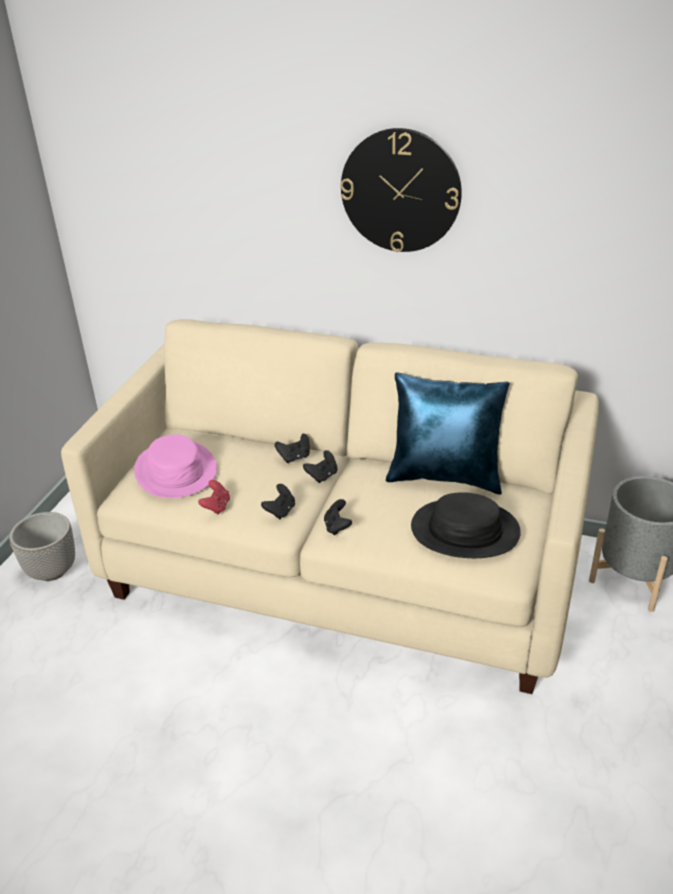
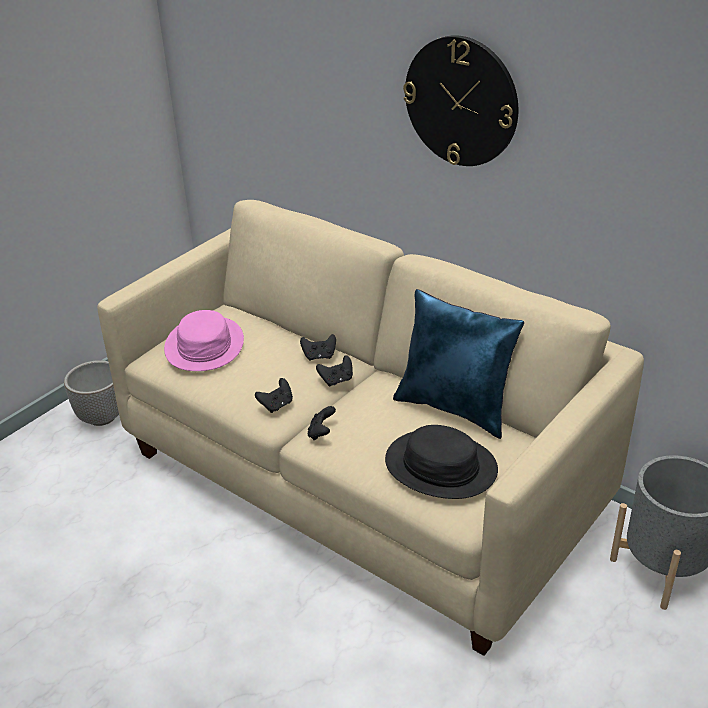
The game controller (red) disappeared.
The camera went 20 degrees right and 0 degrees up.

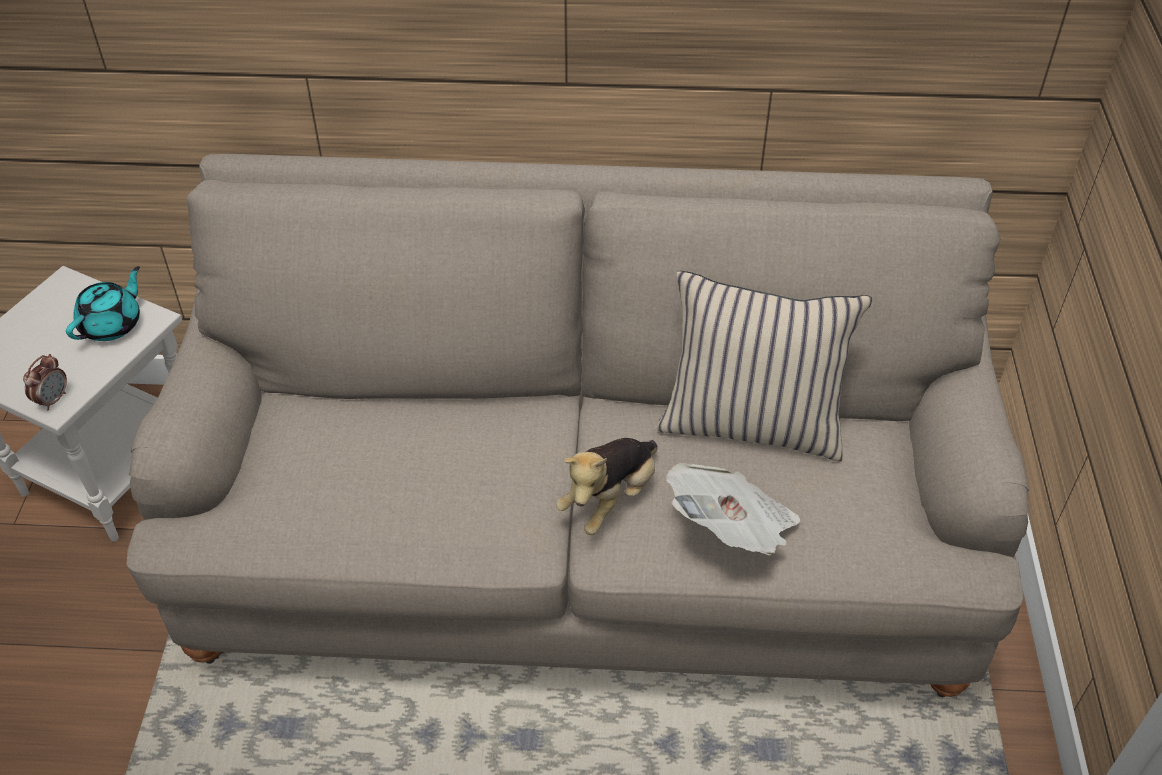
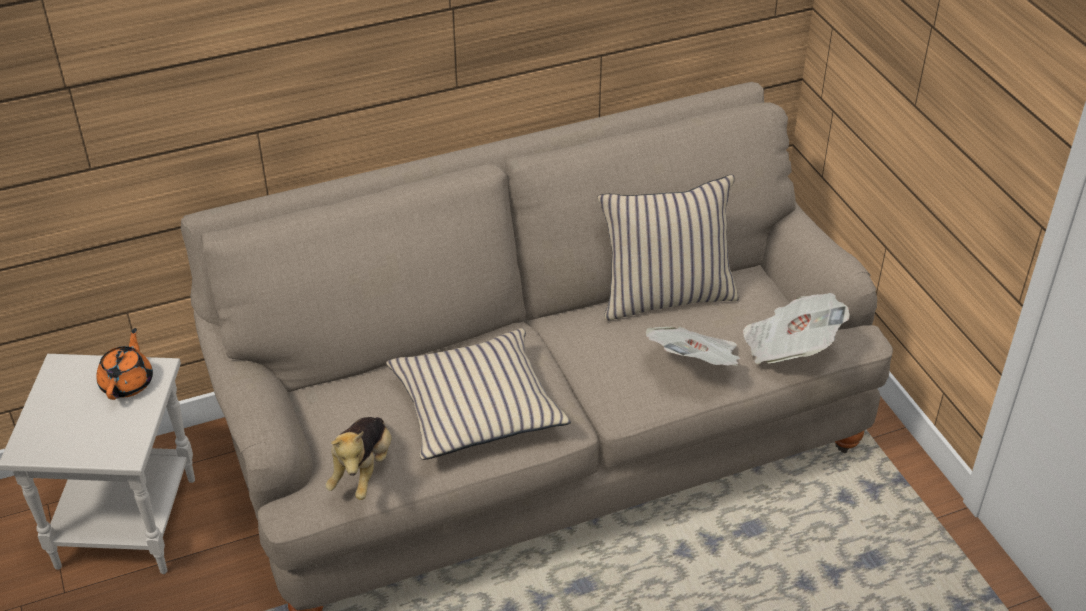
The teapot (turquoise) became the teapot (orange).
The plush toy moved.
The pillow (beige) (no. 1 from left) appeared.
The newspaper (no. 2 from left) appeared.
The alarm clock disappeared.
The camera went 25 degrees left and 5 degrees down.

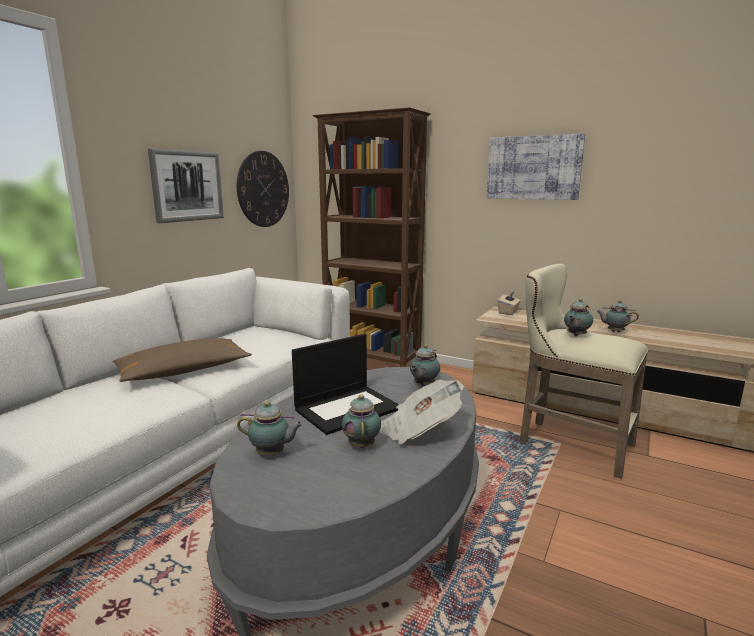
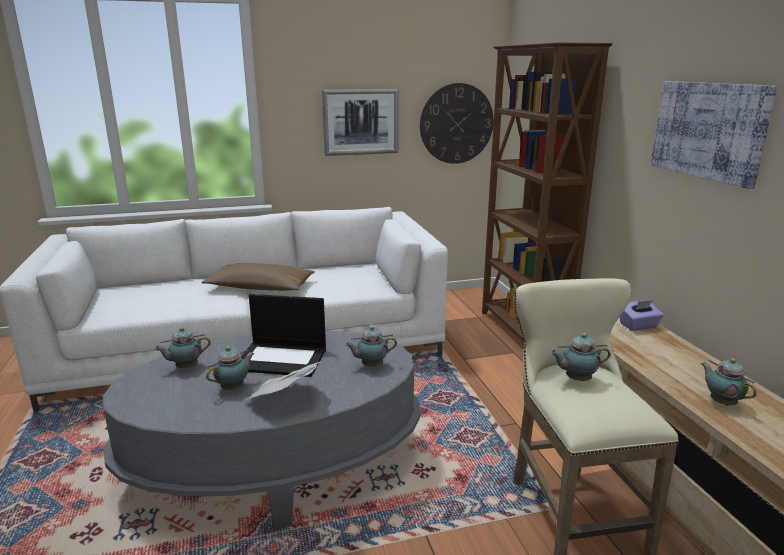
The teapot (no. 1 from left) turned 105 degrees clockwise.
The tissue box (beige) became the tissue box (purple).
The camera went 45 degrees right and 5 degrees up.

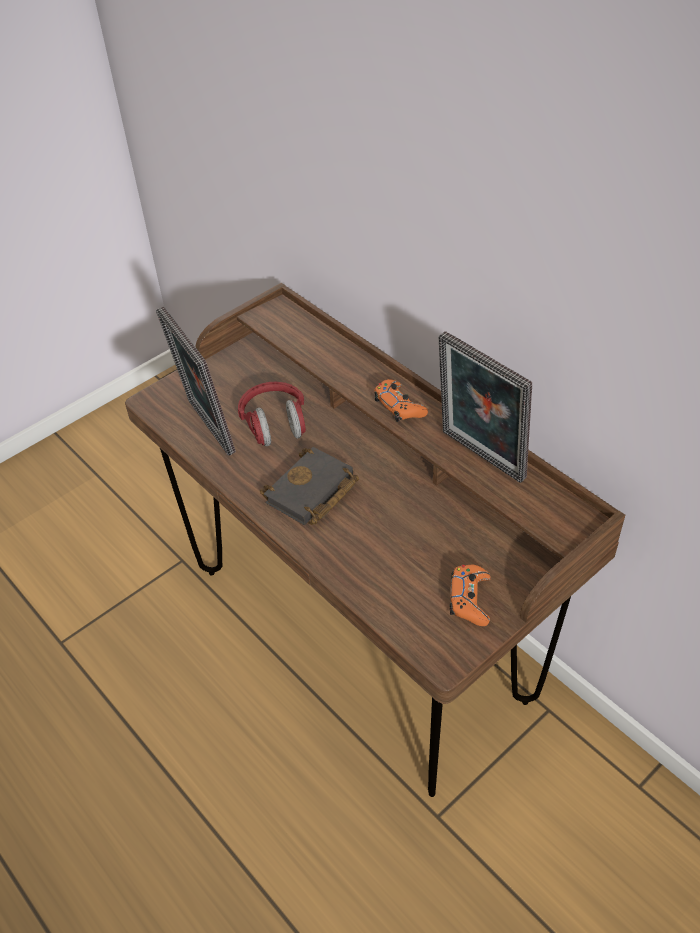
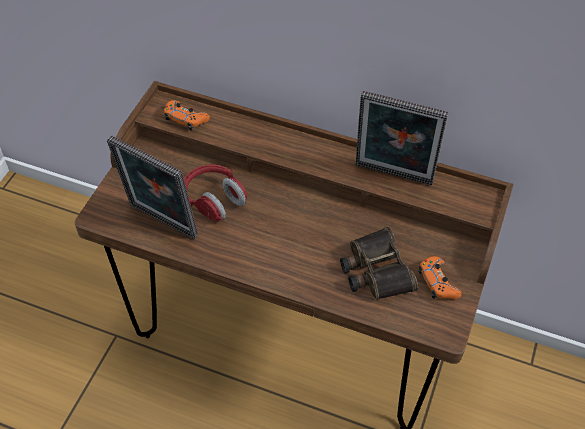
The game controller (orange) (no. 1 from left) moved.
The binoculars appeared.
The book (black) disappeared.
The camera went 30 degrees left and 5 degrees up.

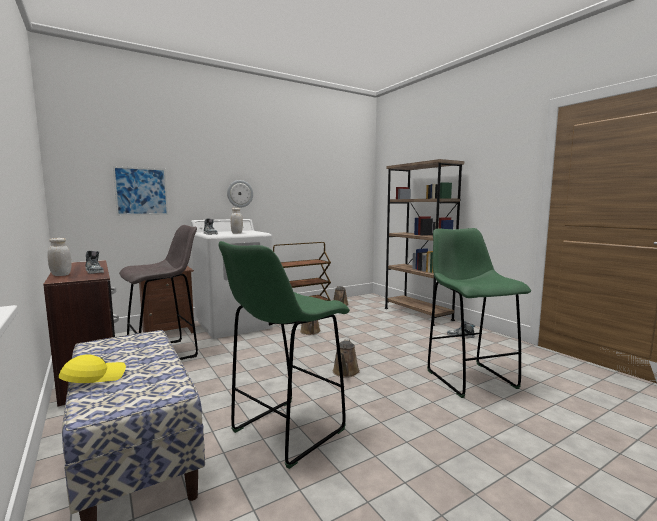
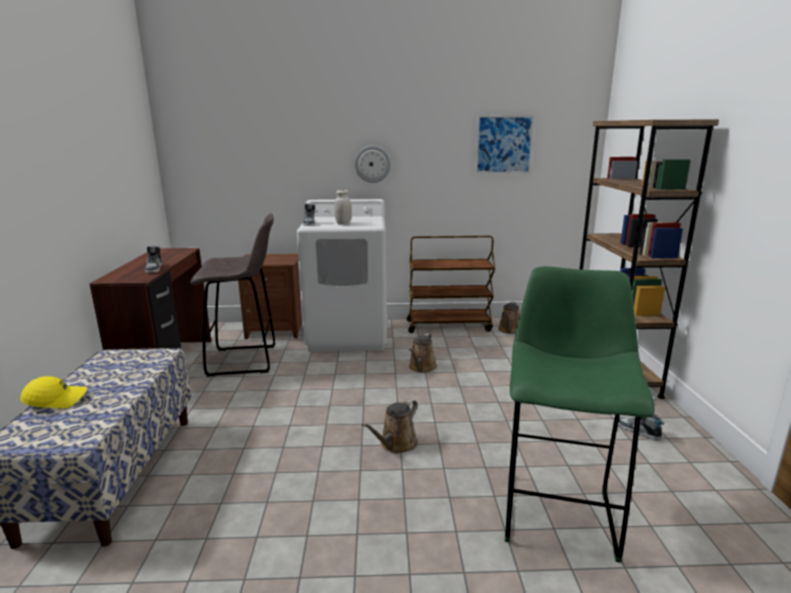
The picture moved.
The jar (white) (no. 1 from left) disappeared.
The stool (green) (no. 1 from left) disappeared.
The camera went 30 degrees right and 10 degrees up.

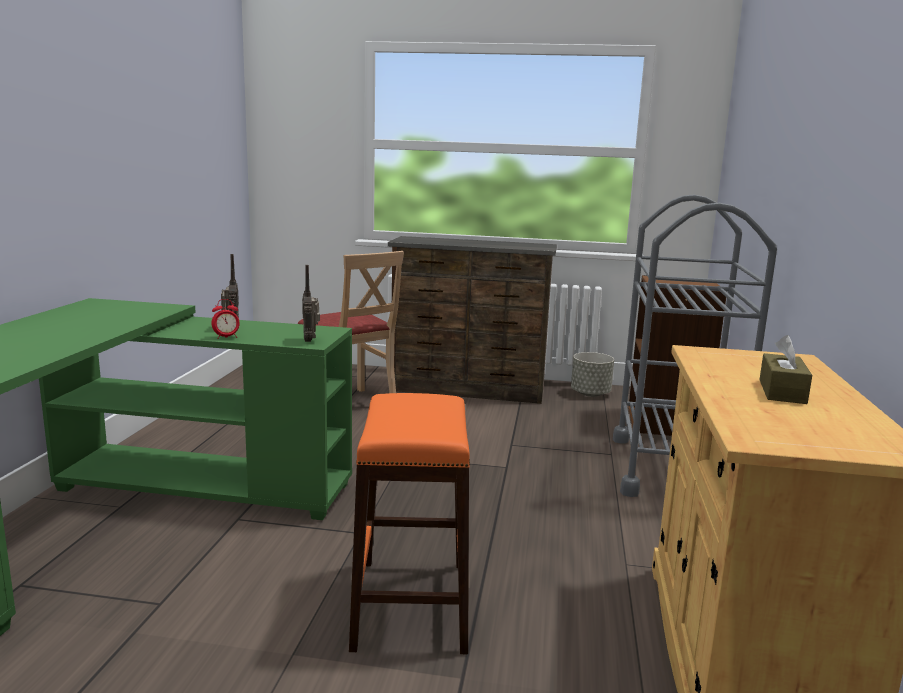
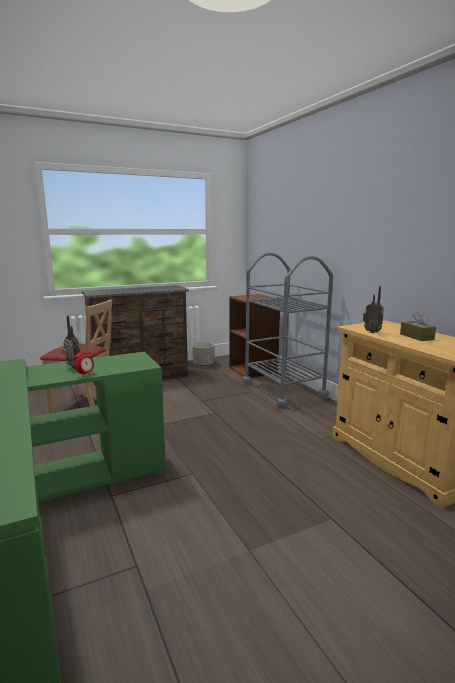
The radio (no. 2 from left) moved.
The stool (orange) disappeared.
The camera went 35 degrees left and 0 degrees up.

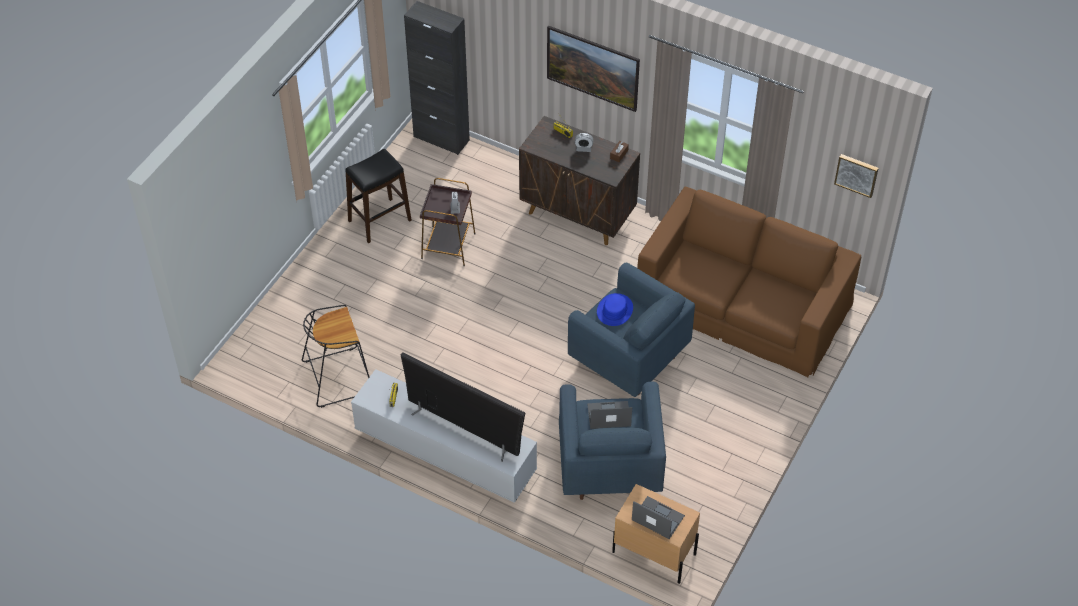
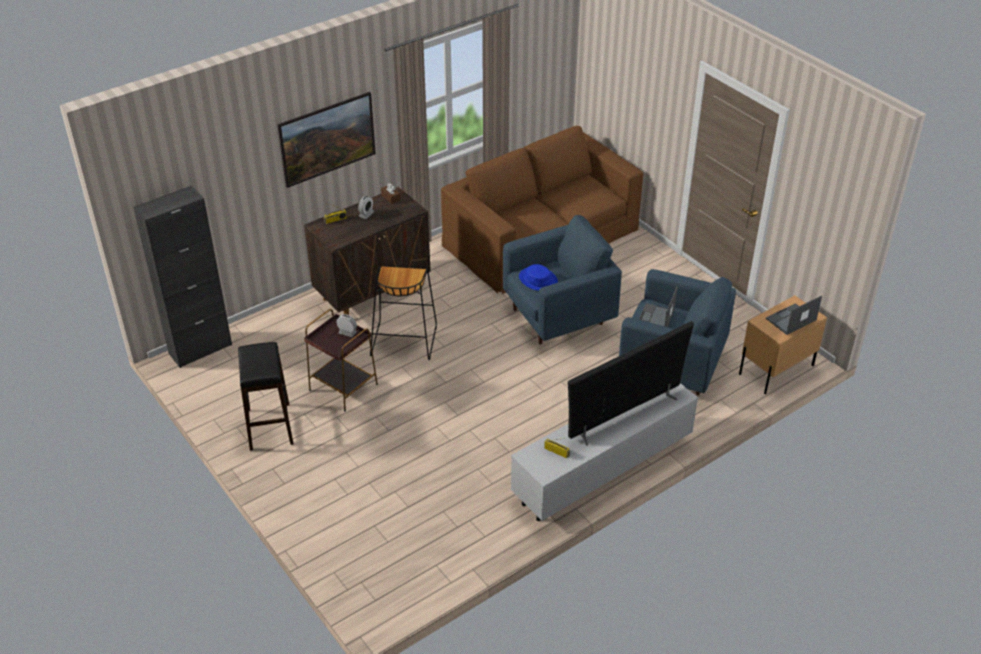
The stool (black) (no. 1 from left in the first image) moved.
The picture (no. 2 from left) disappeared.
The camera went 65 degrees left and 10 degrees down.

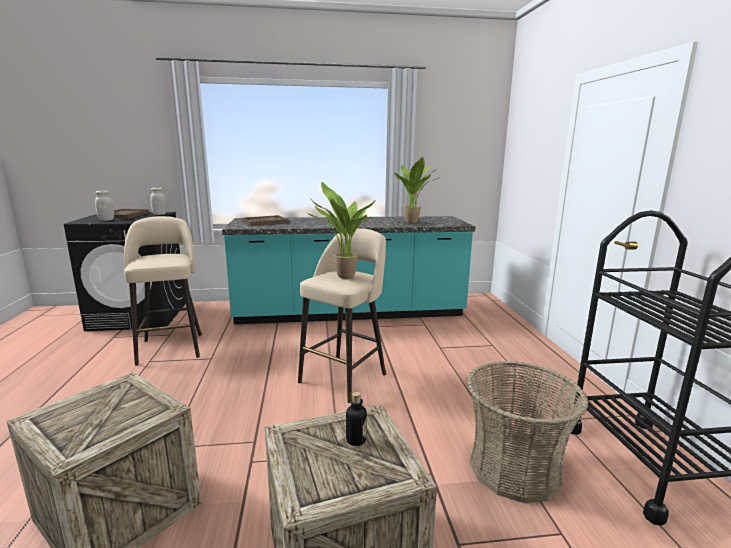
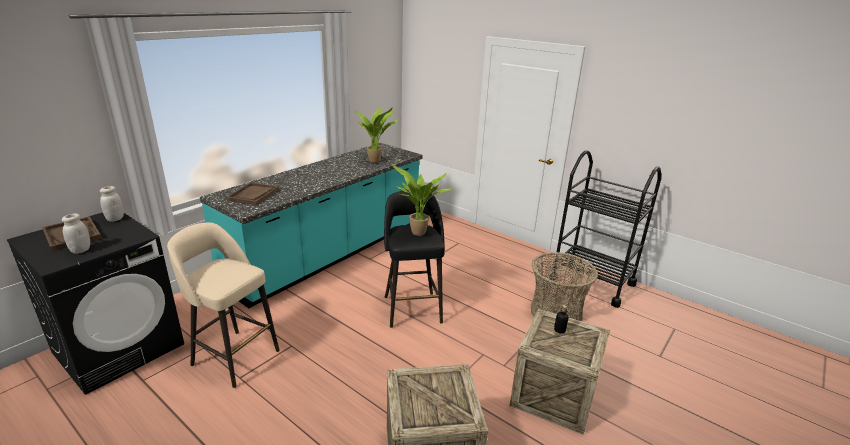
The stool (beige) (no. 2 from left) became the stool (black).
The camera went 45 degrees left and 10 degrees up.

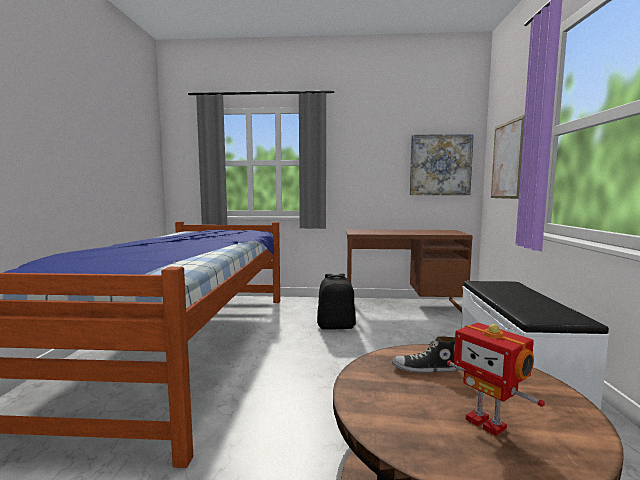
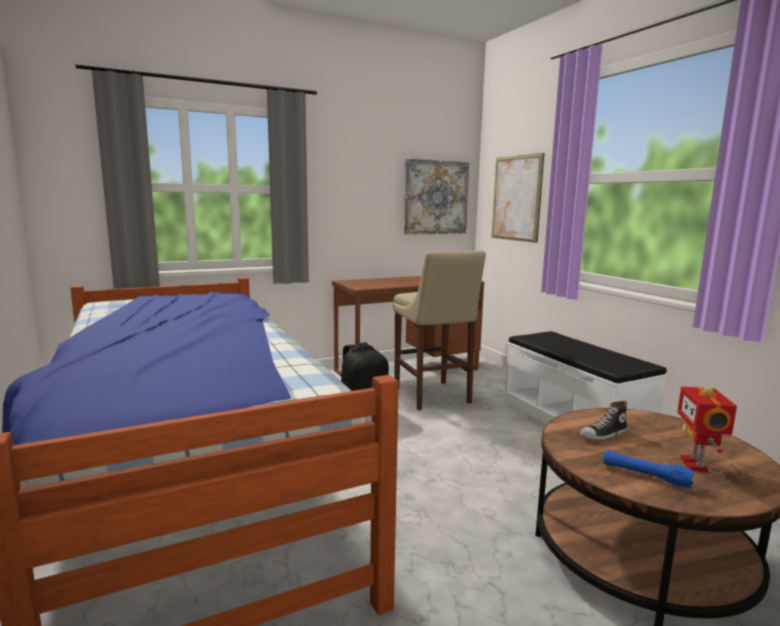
The stool (beige) appeared.
The flashlight (blue) appeared.
The toy robot turned 75 degrees clockwise.
The camera went 30 degrees left and 5 degrees up.

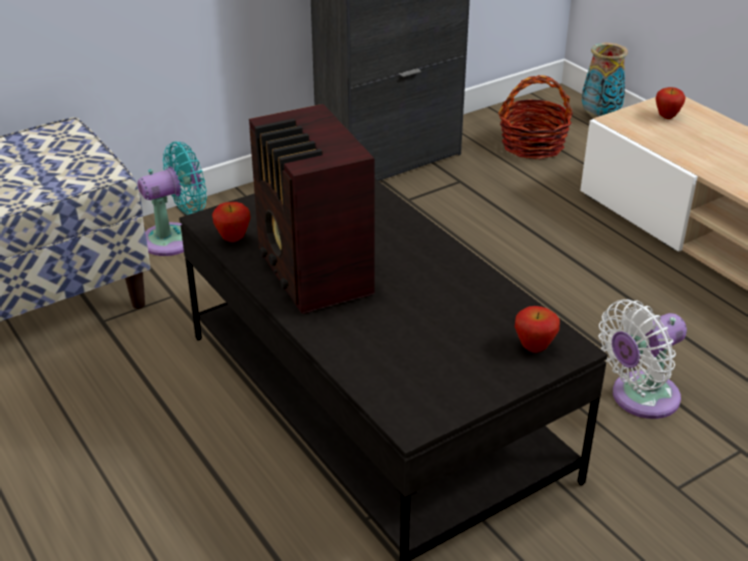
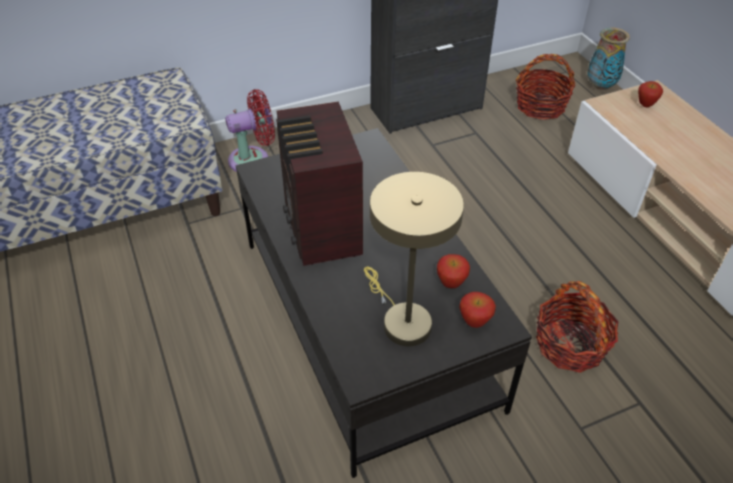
The fan (turquoise) became the fan (red).
The table lamp (beige) appeared.
The apple (no. 1 from left) moved.
The fan (white) was replaced by the basket (no. 2 from left).
The camera went 10 degrees right and 10 degrees up.

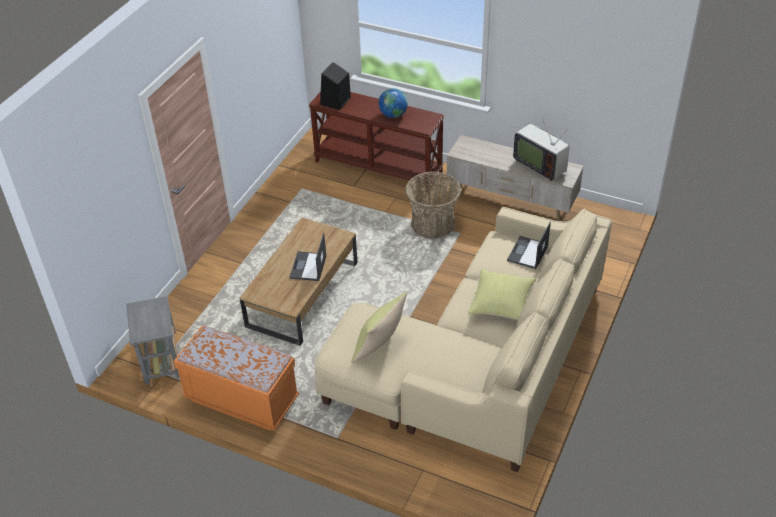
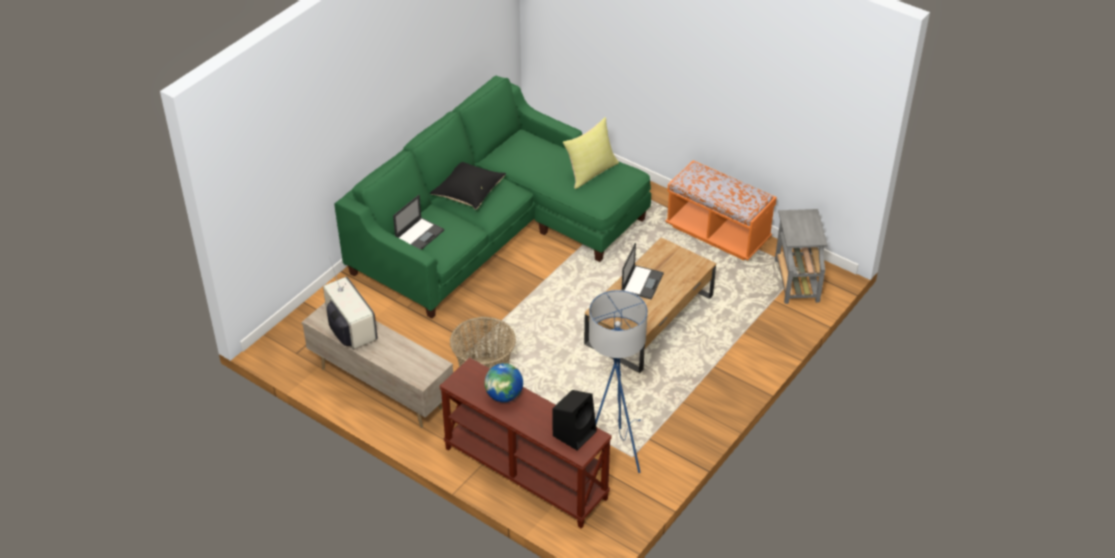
The sofa (beige) became the sofa (green).
The pillow (yellow) (no. 2 from left) became the pillow (black).
The floor lamp (blue) appeared.
The camera went 170 degrees left and 0 degrees up.

